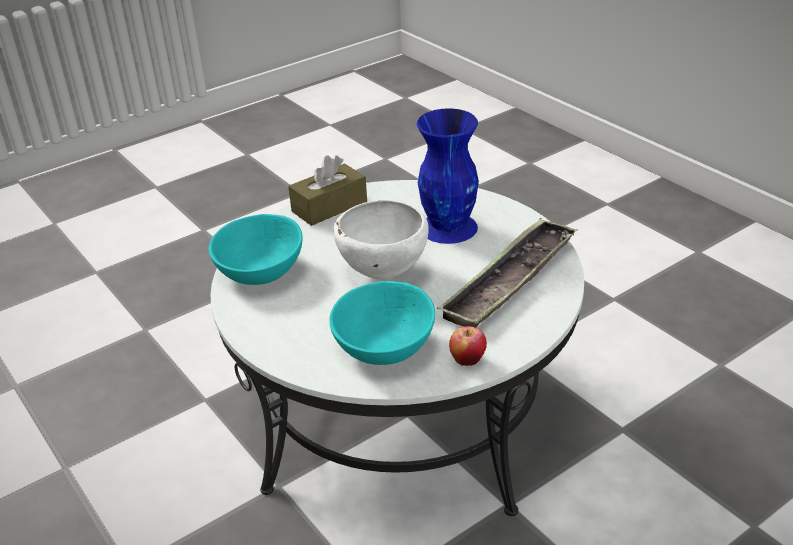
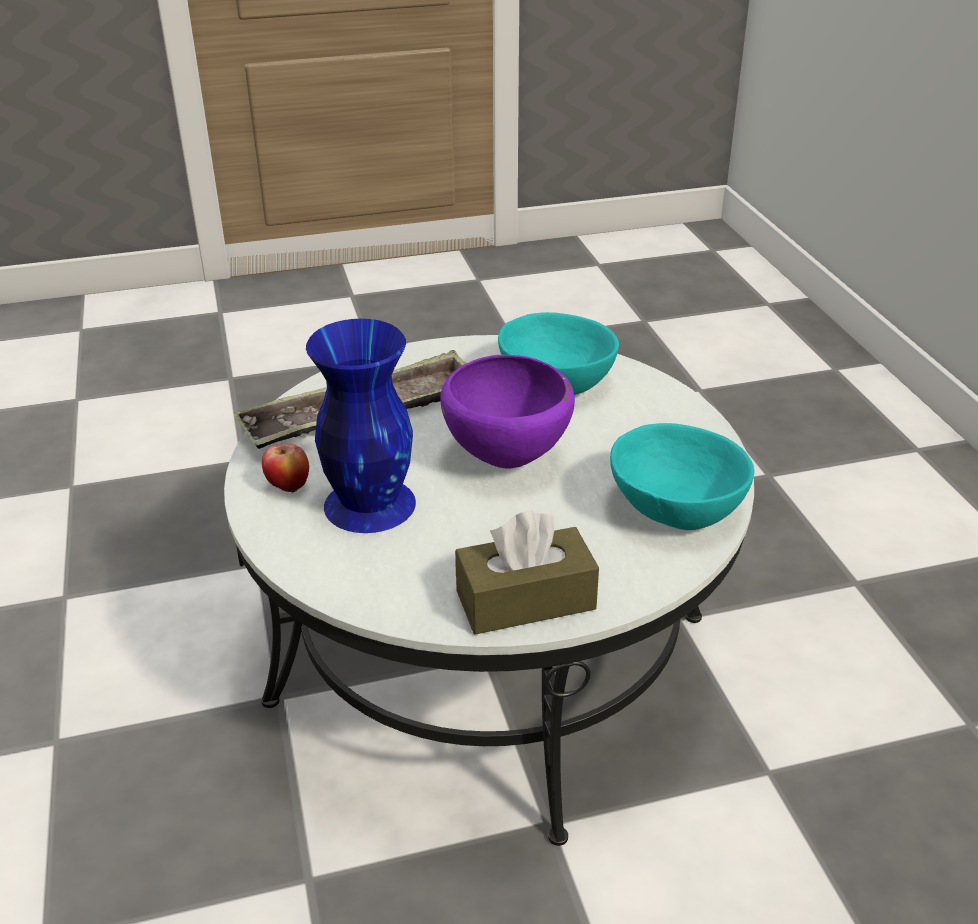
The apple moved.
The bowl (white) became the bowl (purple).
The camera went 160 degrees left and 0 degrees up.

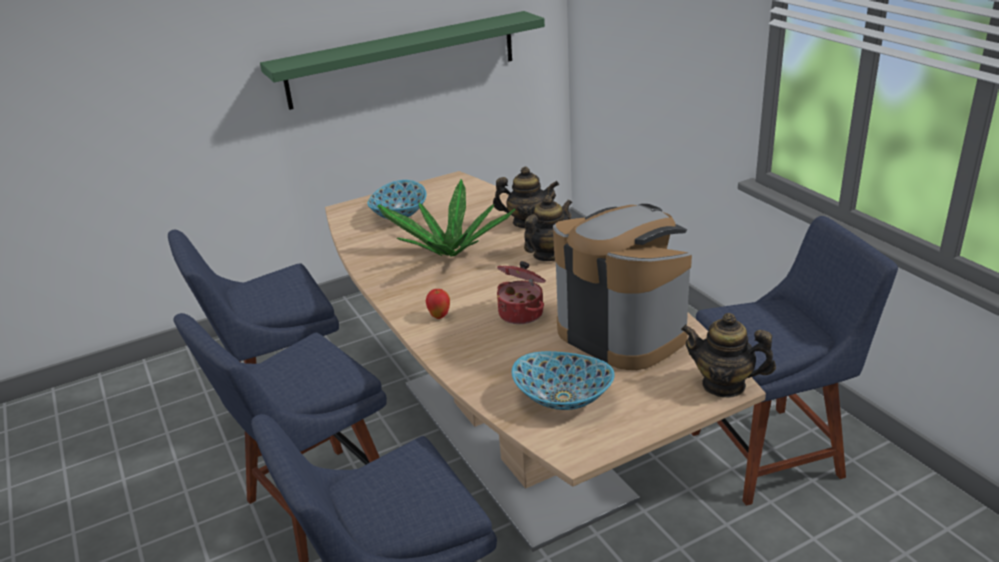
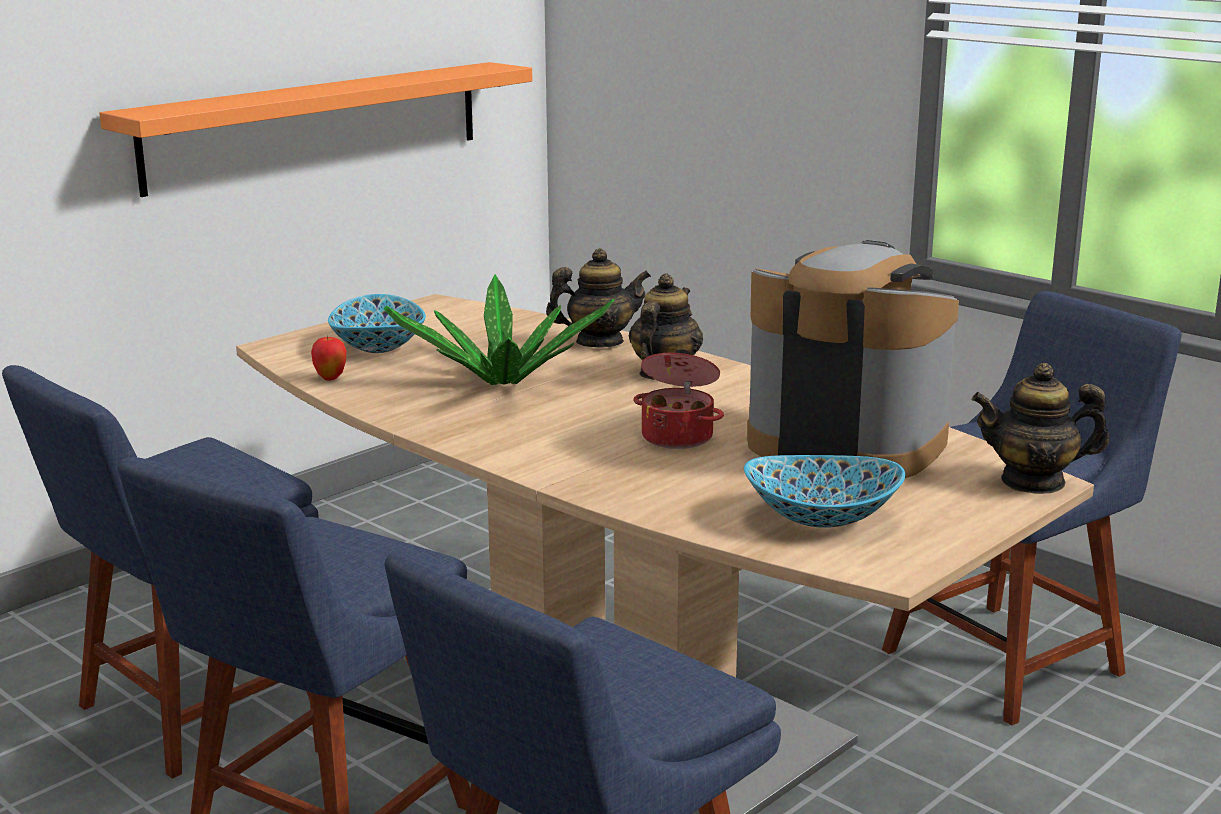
The shelf (green) became the shelf (orange).
The apple moved.
The camera went 20 degrees left and 10 degrees down.

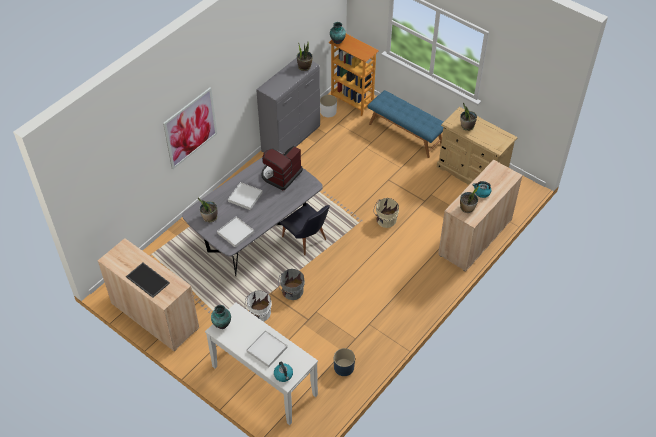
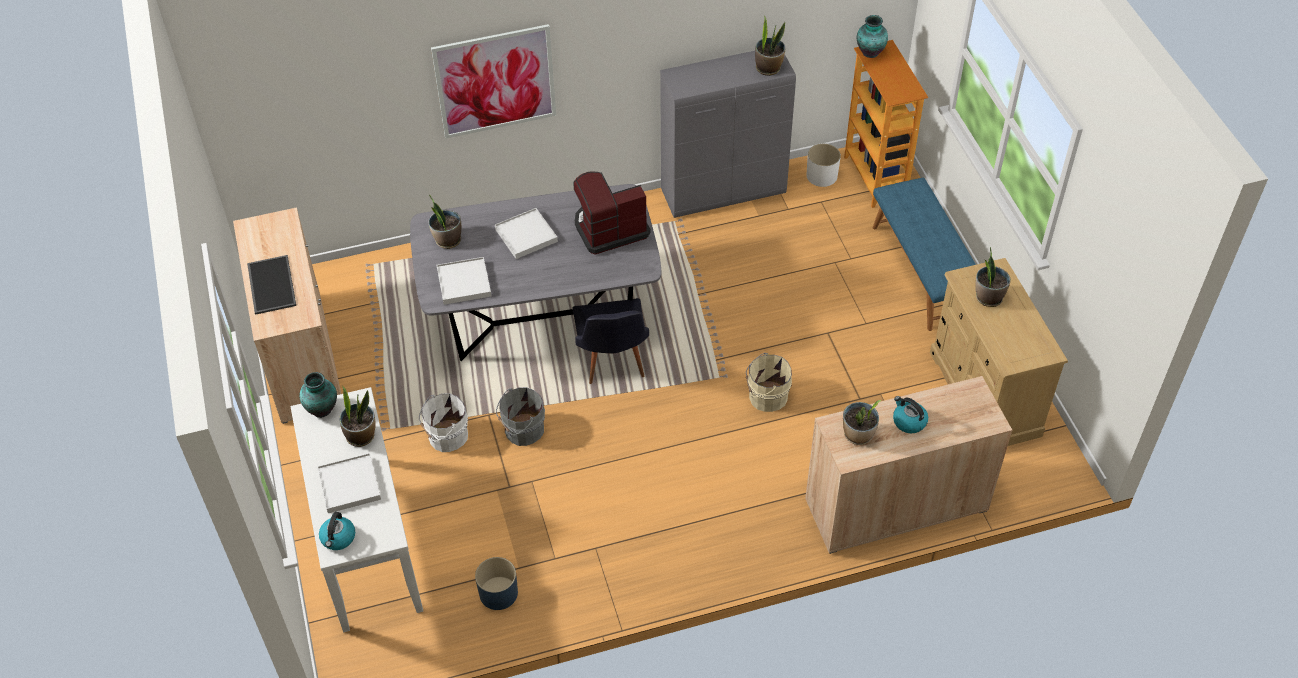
The potted plant (no. 1 from left) appeared.
The camera went 35 degrees right and 0 degrees up.

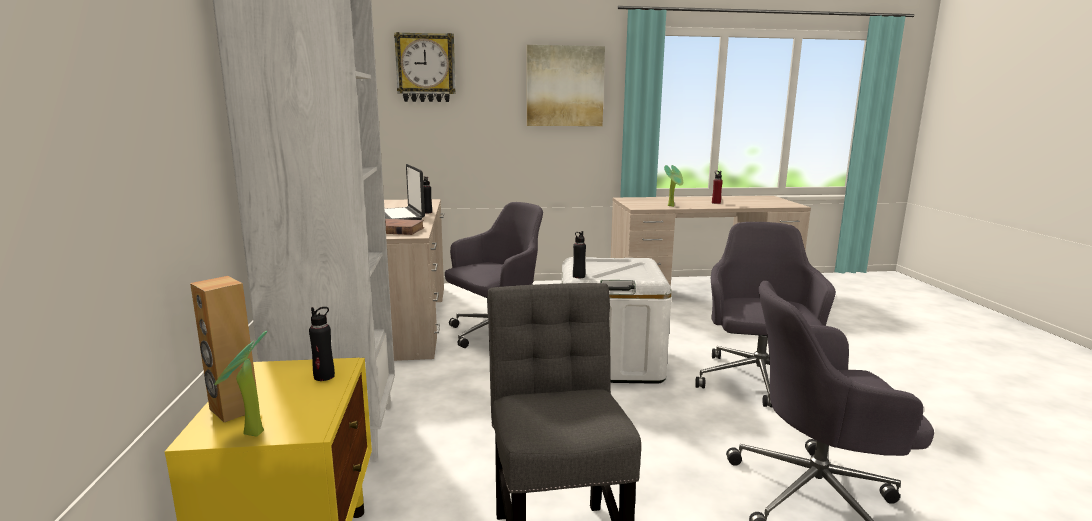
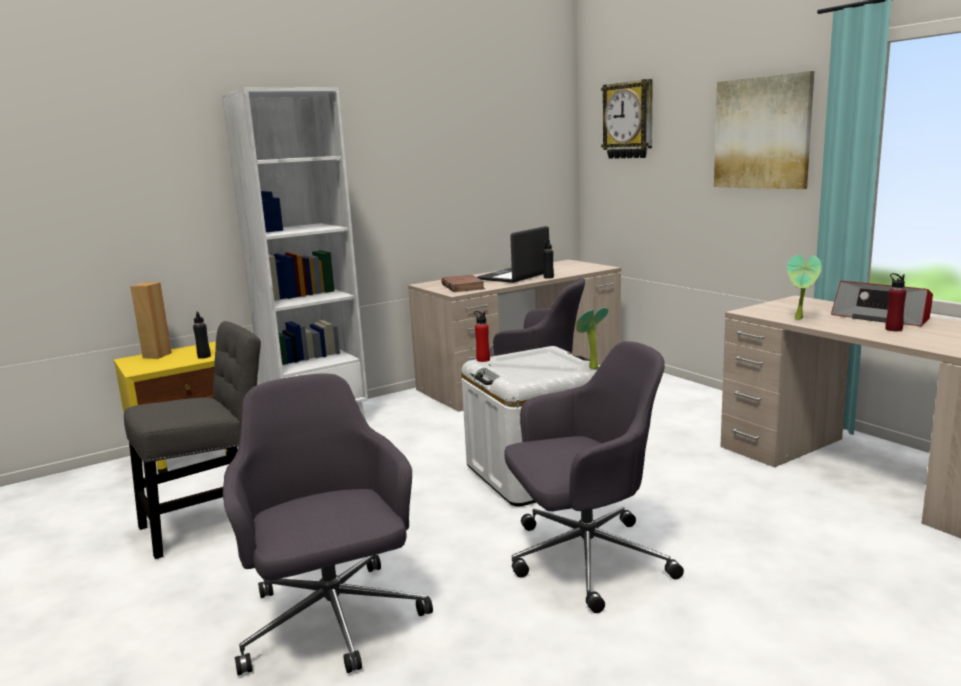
The bottle (black) (no. 3 from left) became the bottle (red) (no. 1 from left).
The potted plant (no. 1 from left) moved.
The radio appeared.
The camera went 65 degrees right and 0 degrees up.

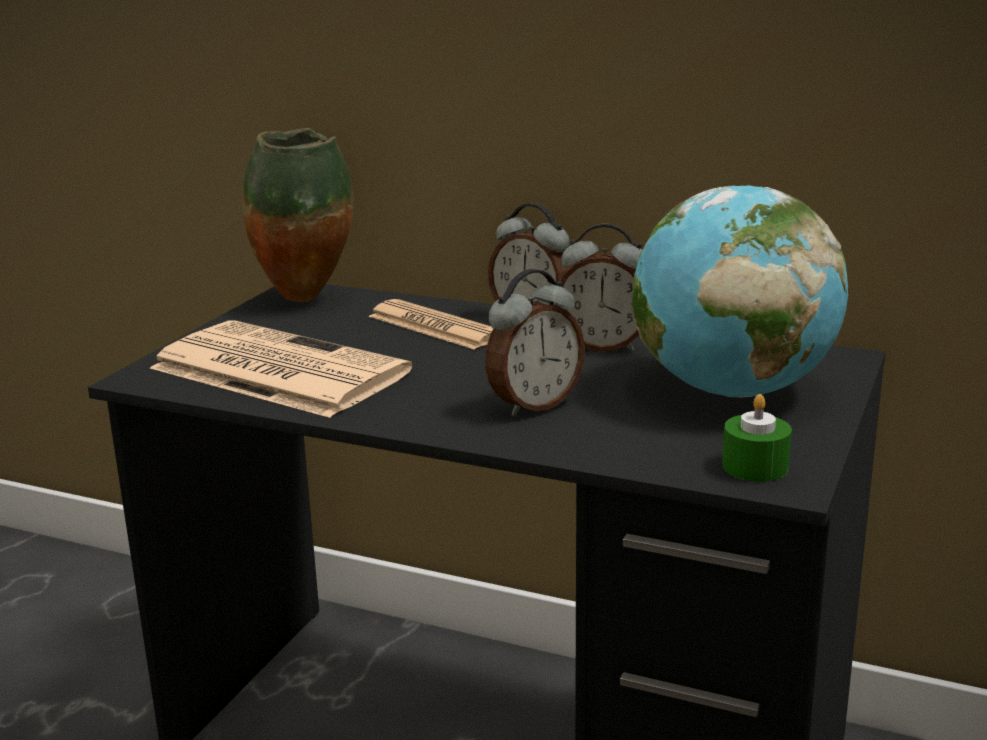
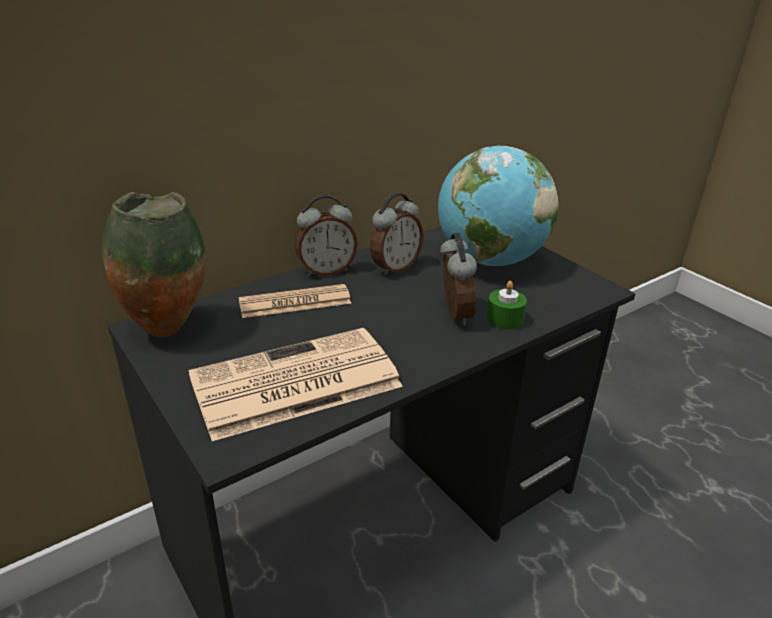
The candle (green) moved.
The camera went 60 degrees left and 10 degrees up.

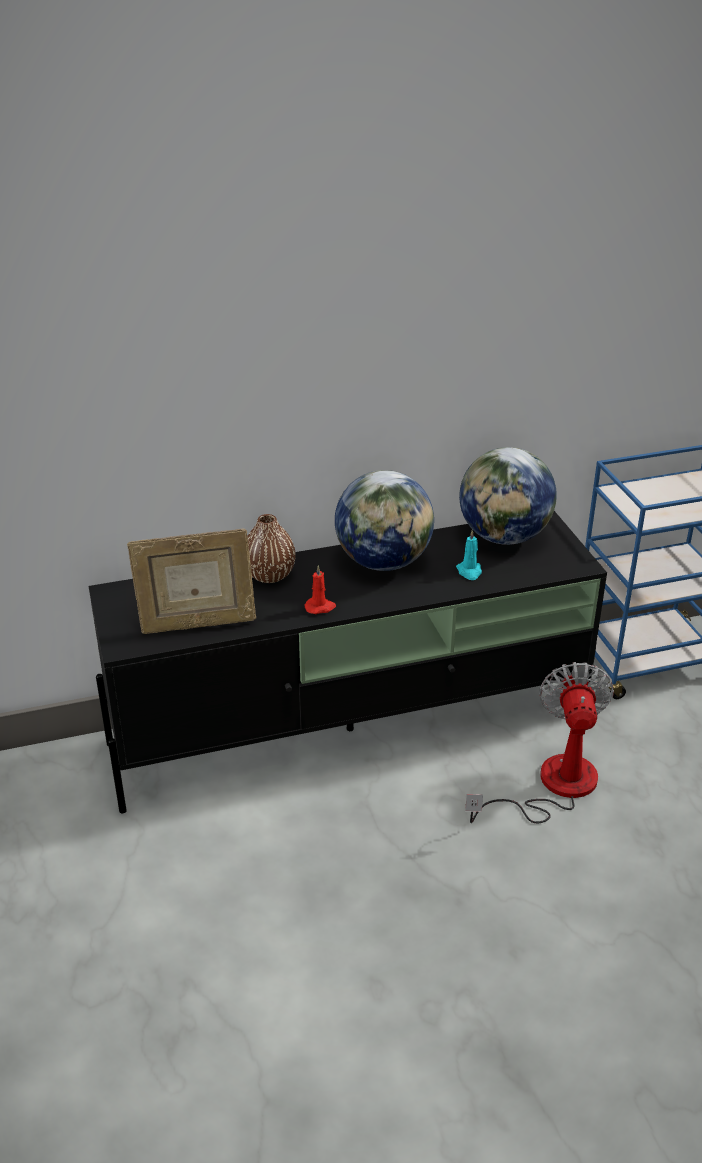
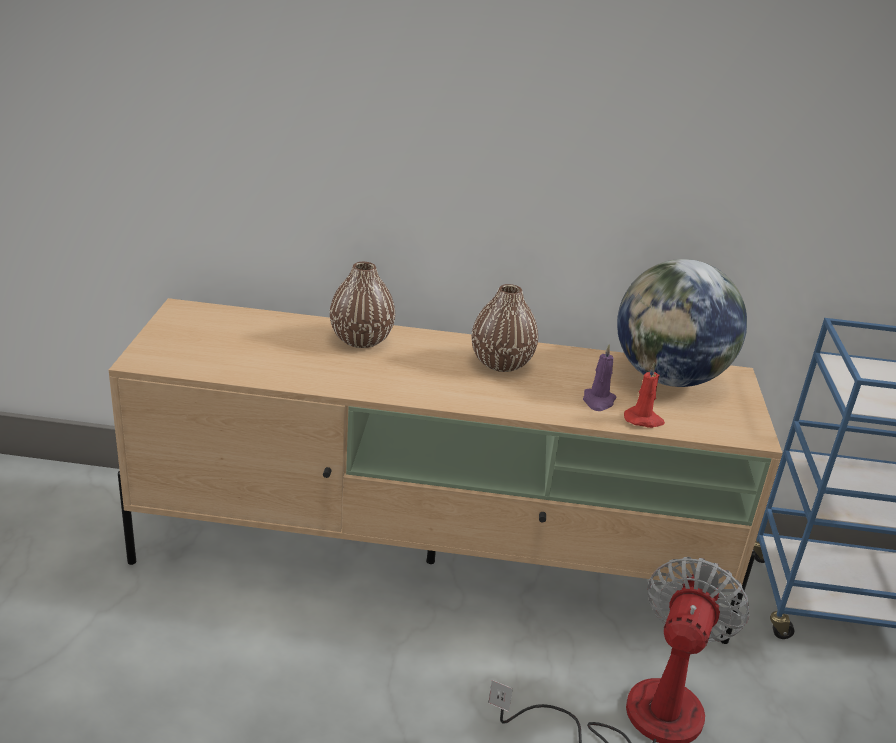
The tv stand (black) became the tv stand (beige).
The globe (no. 1 from left) was replaced by the vase (brown) (no. 2 from left).
The candle (turquoise) became the candle (purple).
The candle (red) moved.
The picture frame disappeared.
The camera went 20 degrees right and 5 degrees down.

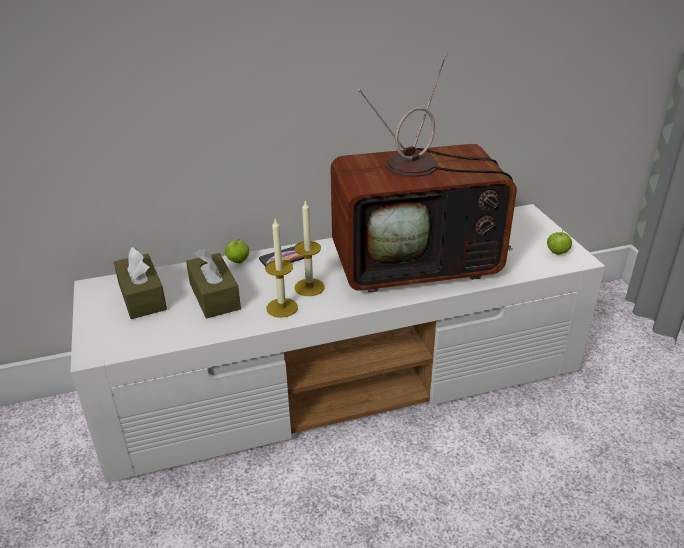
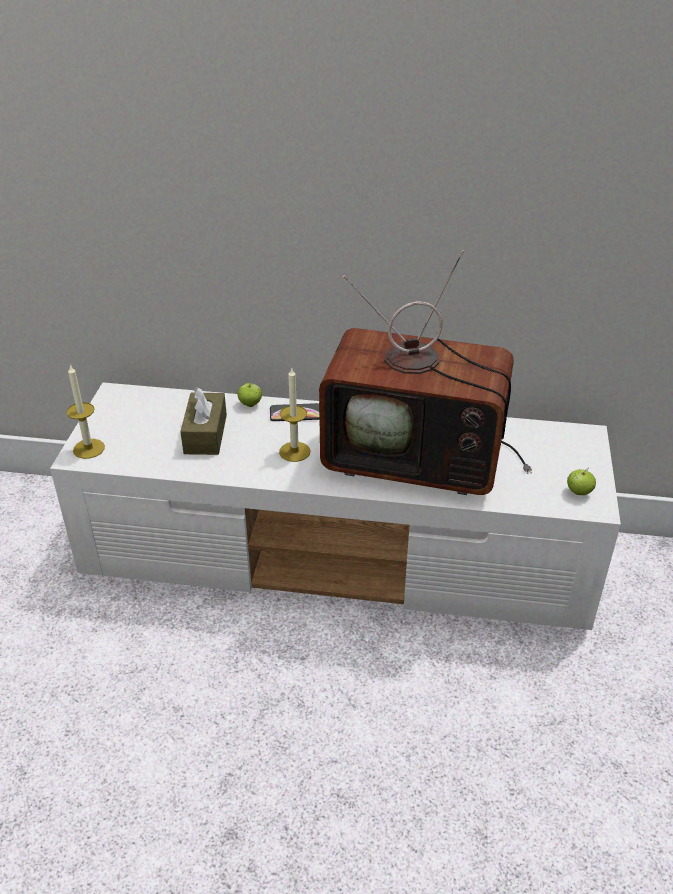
The candle (no. 1 from left) moved.
The tissue box (brown) (no. 1 from left) disappeared.
The camera went 25 degrees right and 5 degrees up.

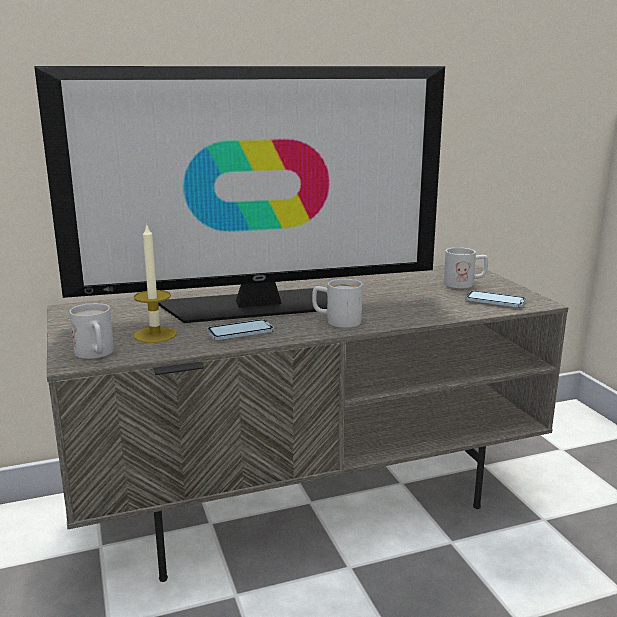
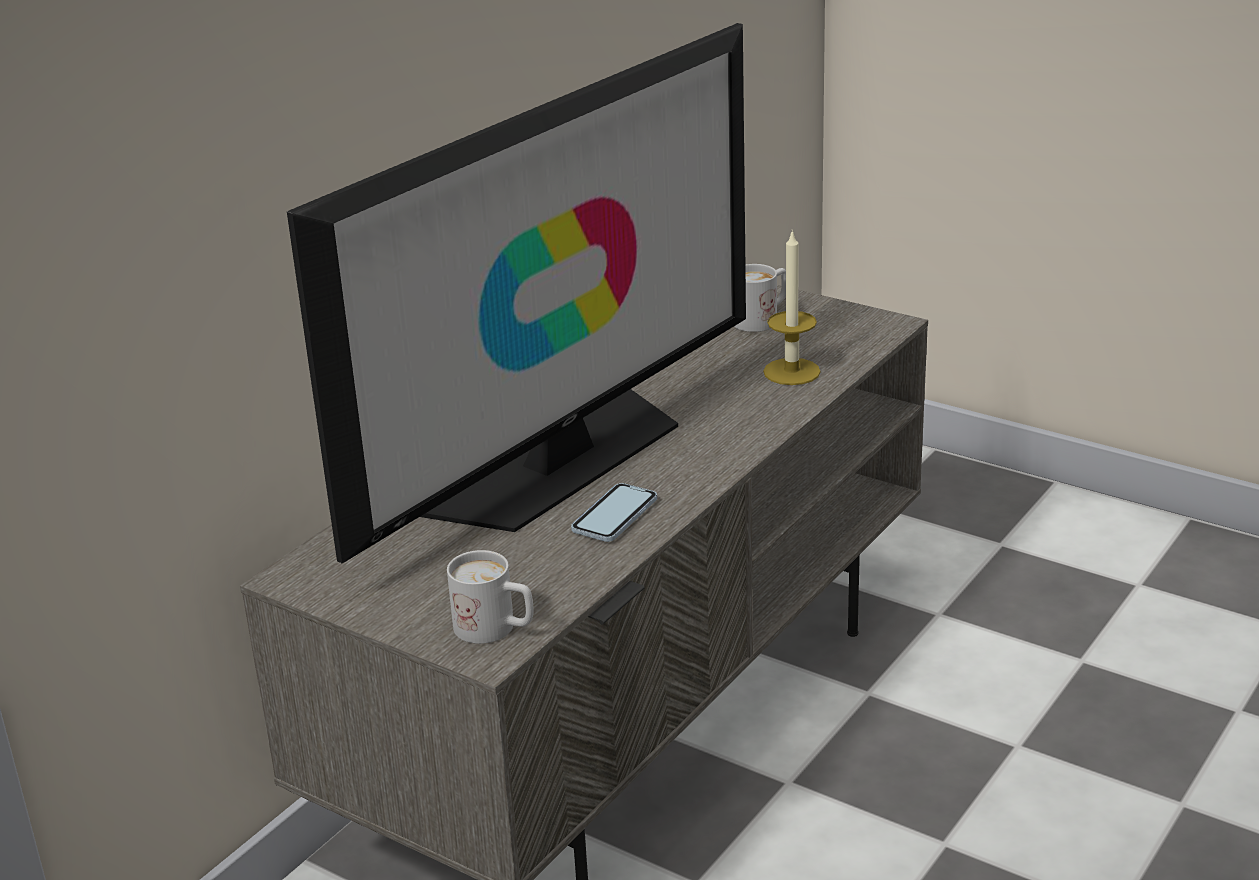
The candle moved.
The mug (white) (no. 2 from left) disappeared.
The phone (no. 2 from left) disappeared.
The camera went 35 degrees left and 10 degrees up.

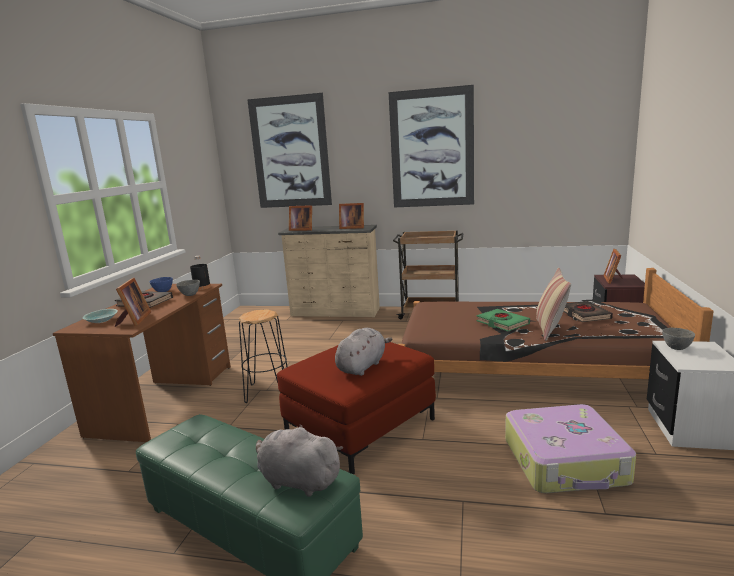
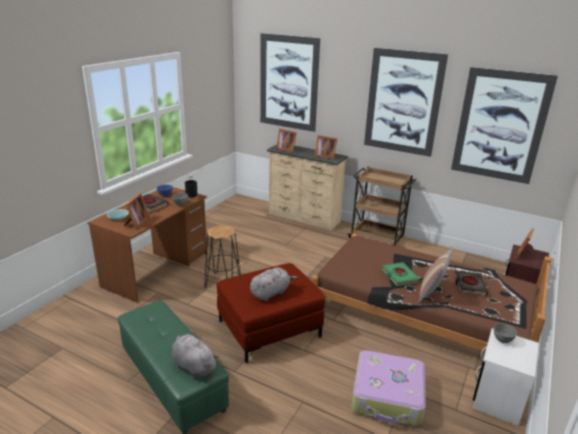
The picture (no. 3 from left) appeared.
The camera went 15 degrees right and 10 degrees up.

